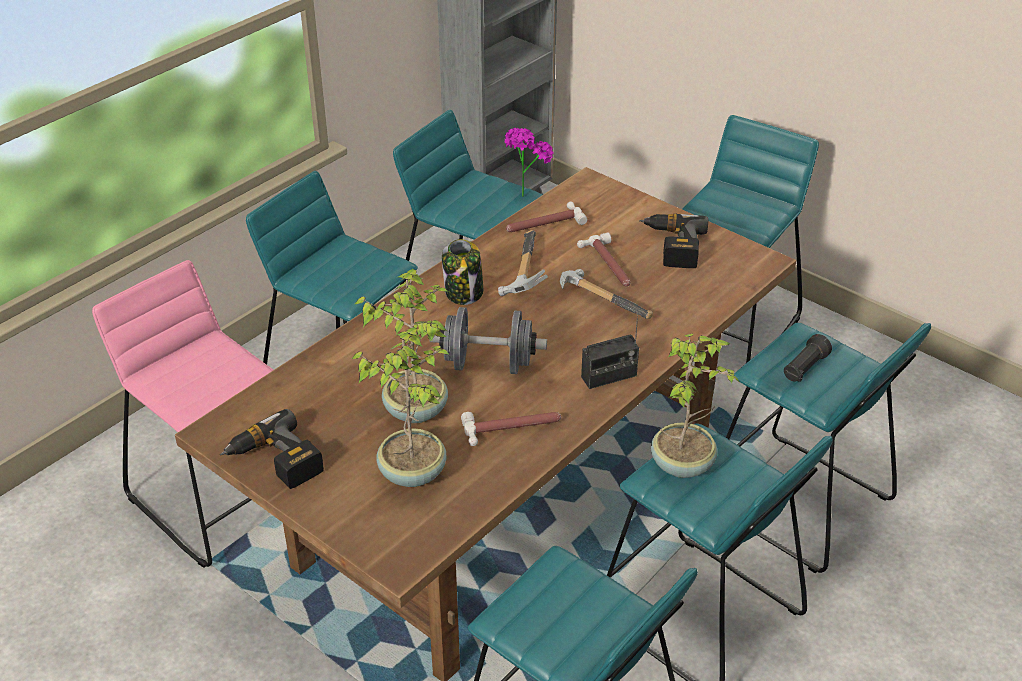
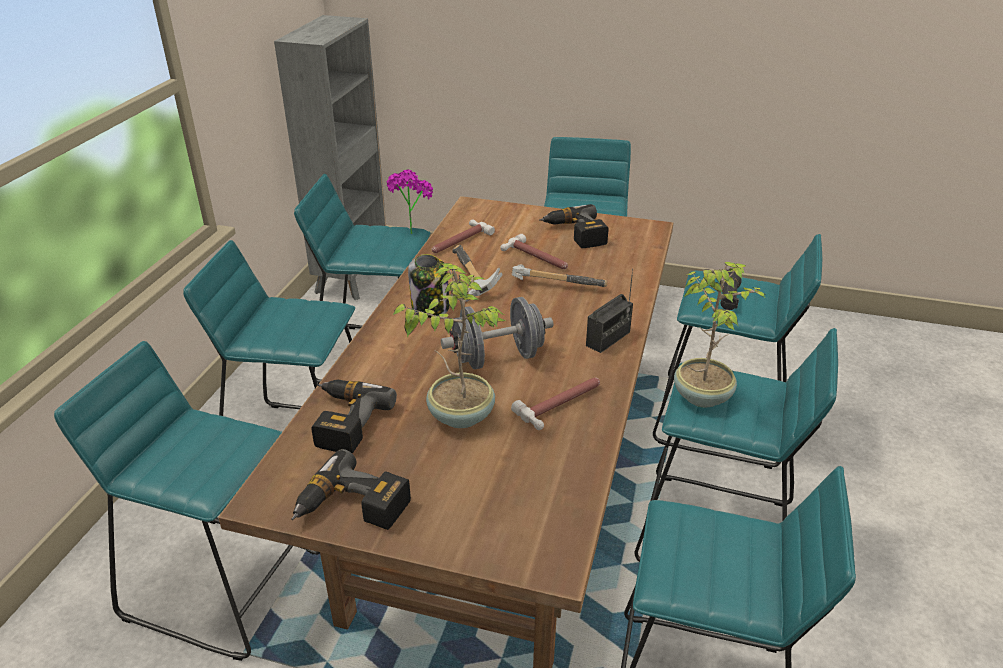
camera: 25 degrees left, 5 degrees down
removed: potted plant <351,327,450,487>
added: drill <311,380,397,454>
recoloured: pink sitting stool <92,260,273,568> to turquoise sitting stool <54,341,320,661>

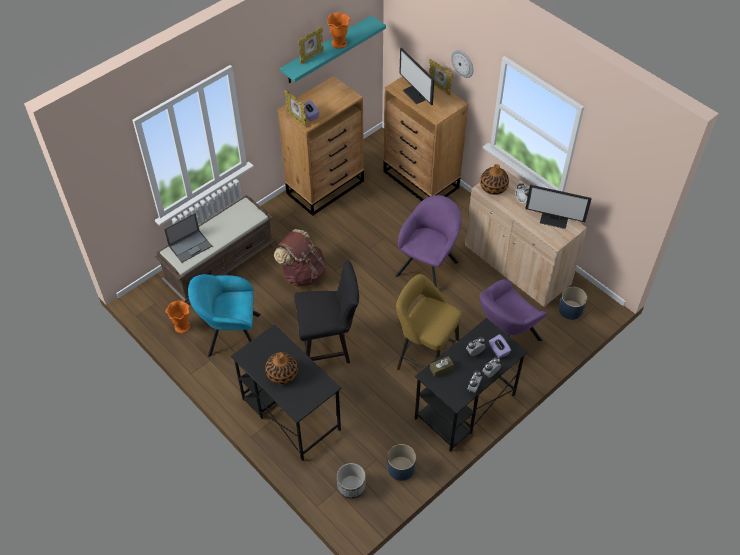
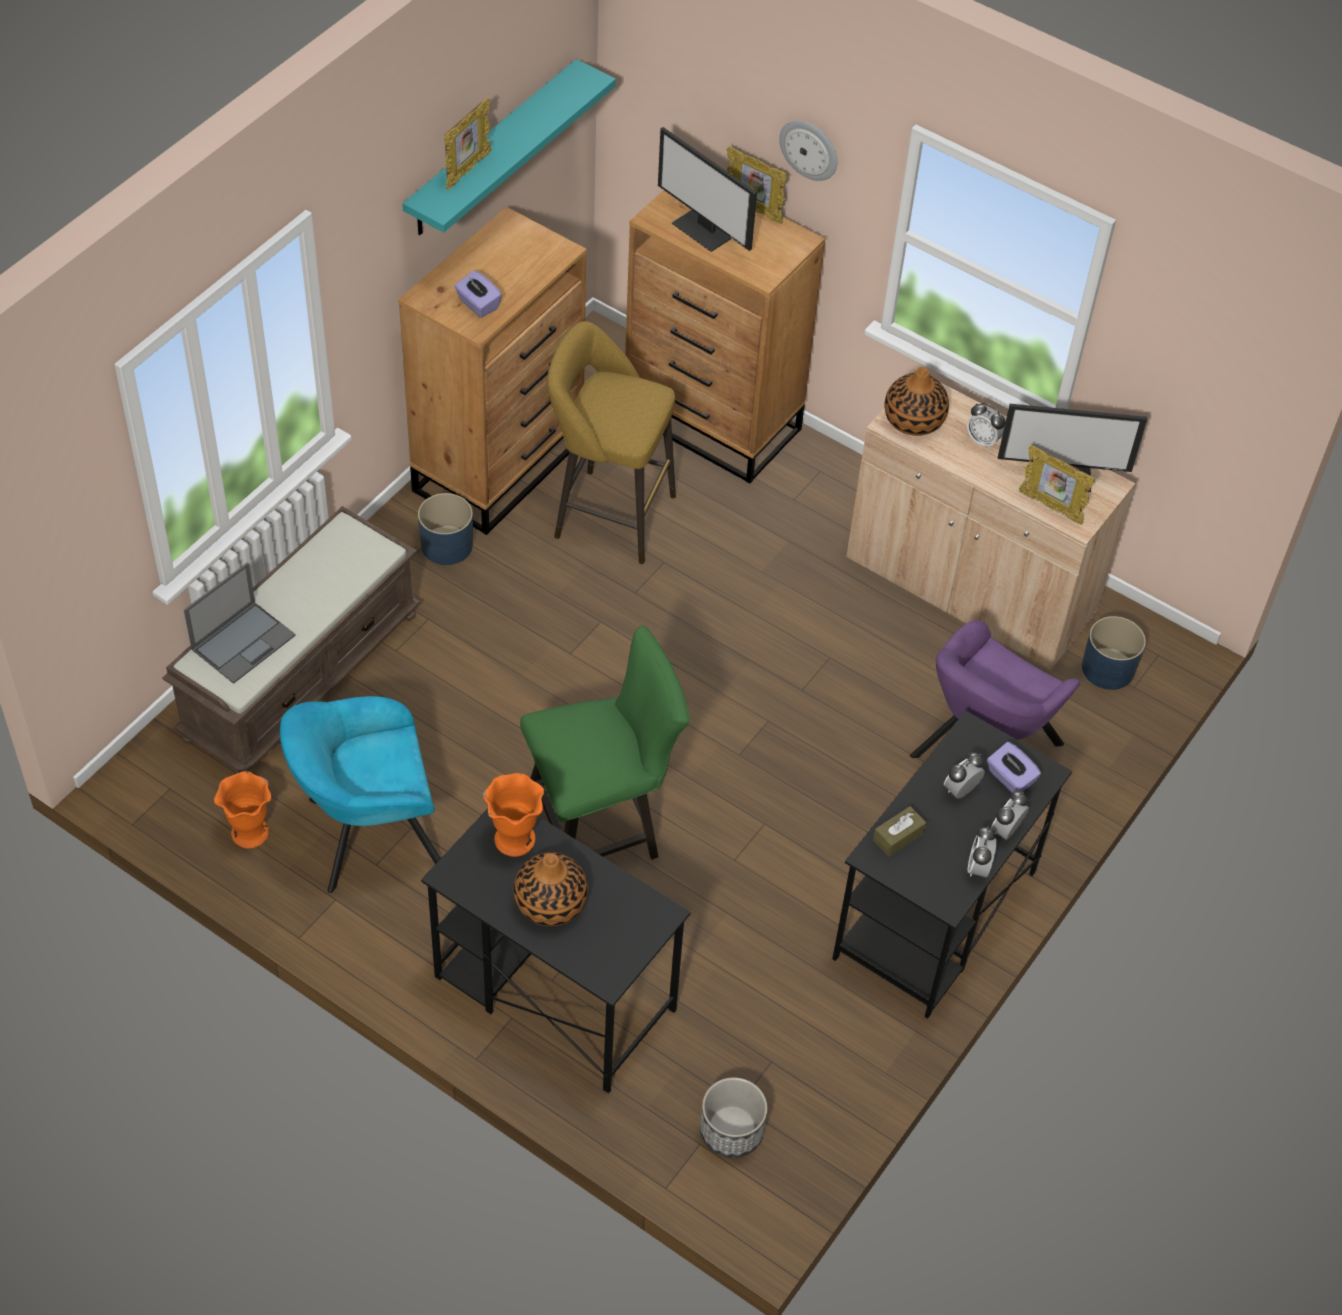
camera: 15 degrees left, 0 degrees up
removed: brown backpack <274,229,326,287>; purplish easy chair <395,195,462,287>
moved: standing frame <284,90,307,127> to <1019,445,1095,525>; orange flower vase <327,13,350,49> to <483,773,544,857>; blue-coloured planter <387,444,416,481> to <418,493,473,565>; yellow sitting stool <396,274,461,370> to <547,321,676,564>
recoloured: black upright chair <294,261,359,364> to green upright chair <520,625,690,859>

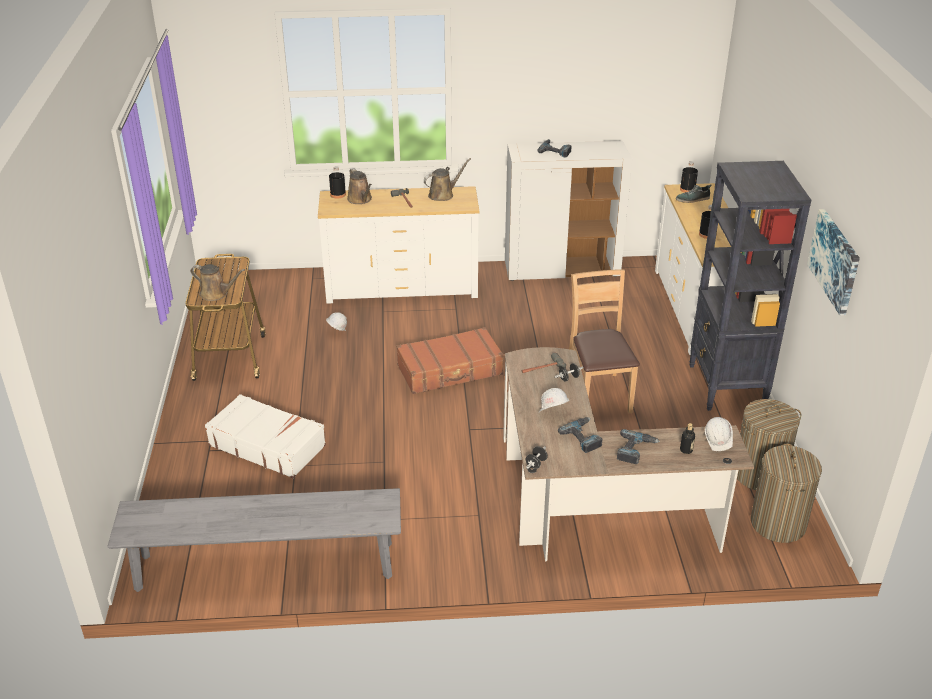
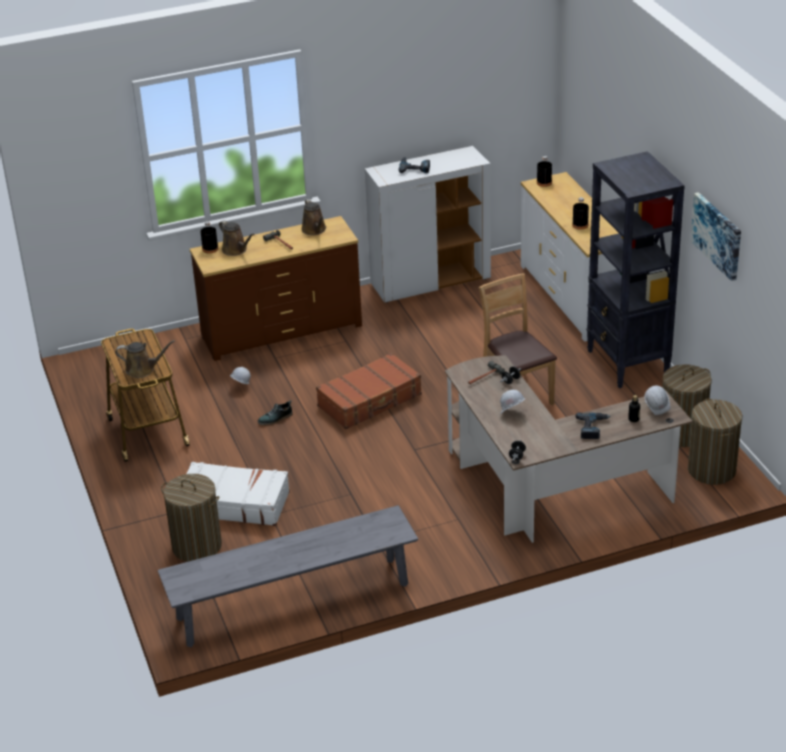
camera: 15 degrees left, 0 degrees up
removed: drill <558,417,603,453>
added: laundry basket <161,474,222,562>
moved: item of footwear <676,184,712,203> to <258,400,292,425>
recoloured: white chest of drawers <318,186,479,304> to brown chest of drawers <190,216,362,361>
turned: brown sprinkling can <424,158,471,201> = <301,199,326,235> 120 degrees clockwise

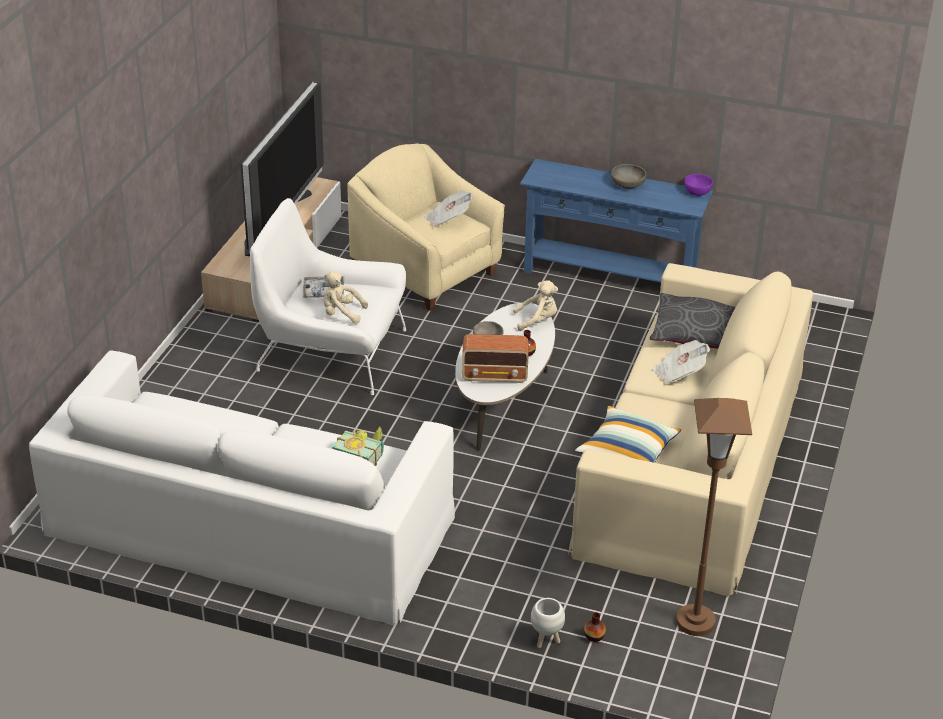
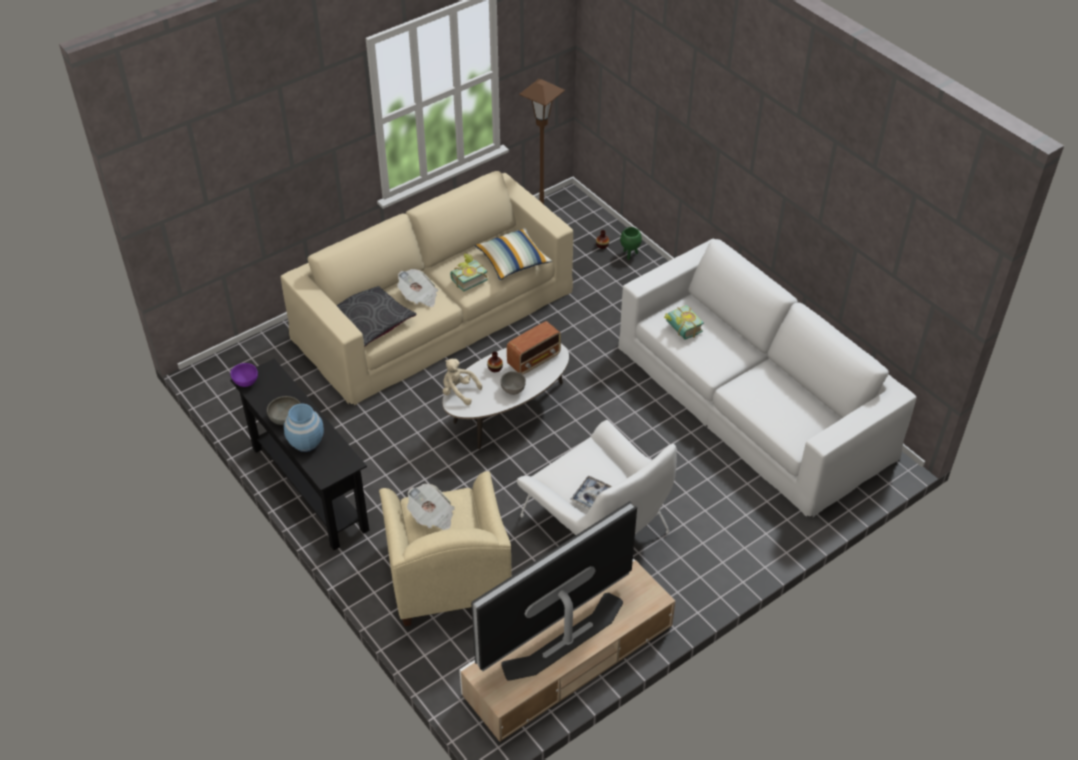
camera: 145 degrees left, 10 degrees up
removed: beige-coloured plush toy <324,271,368,324>
added: blue-coloured flower vase <284,403,324,452>; book <450,254,488,291>
recoloured: blue-coloured console table <520,159,713,282> to black console table <231,359,369,550>; white planter <531,598,565,648> to green planter <620,227,642,260>
turned: radio <462,334,528,383> = <507,321,561,374> 105 degrees clockwise

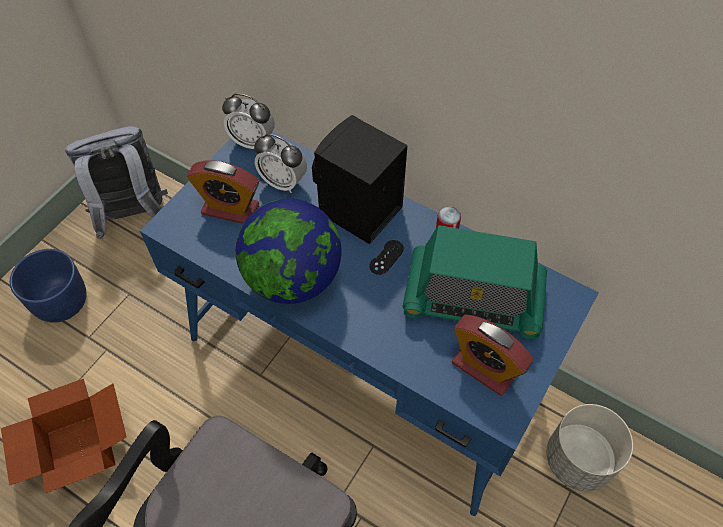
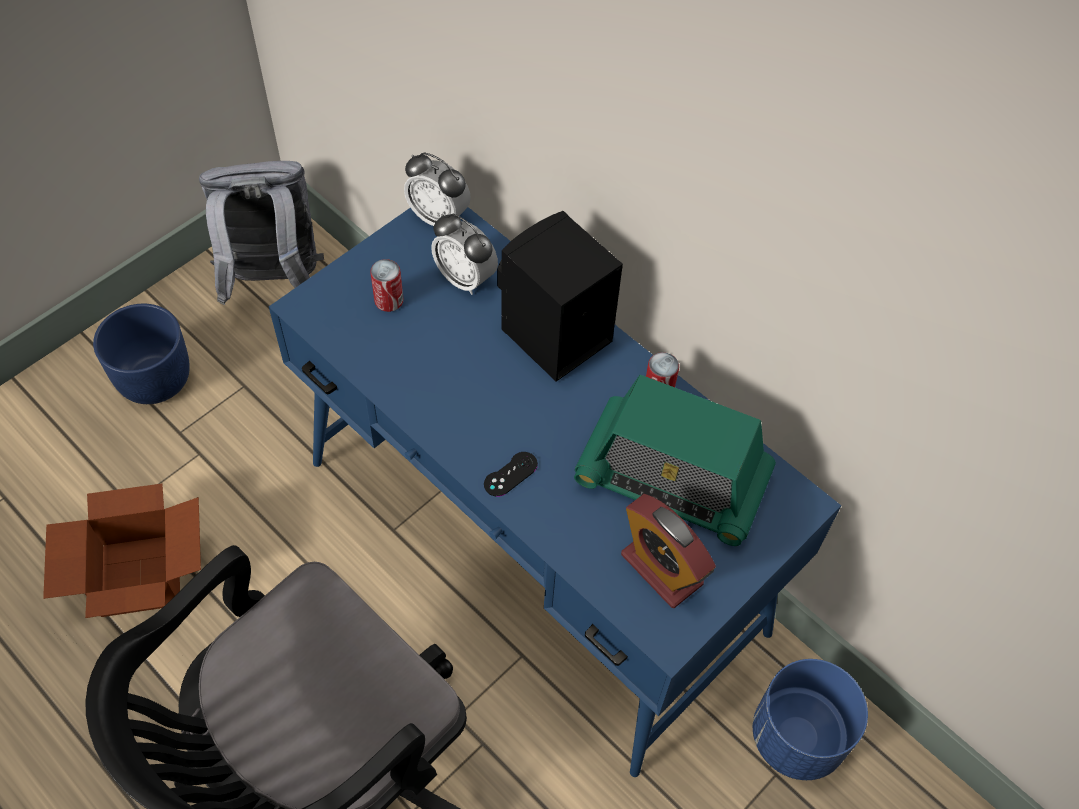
camera: 10 degrees right, 0 degrees up
removed: world globe <236,199,341,304>
moved: black gamepad <369,240,404,275> to <484,452,538,497>
replaced: alarm clock <187,160,259,224> to metal can <370,259,403,312>
recoloured: greyish planter <546,404,633,491> to blue-coloured planter <753,659,868,780>

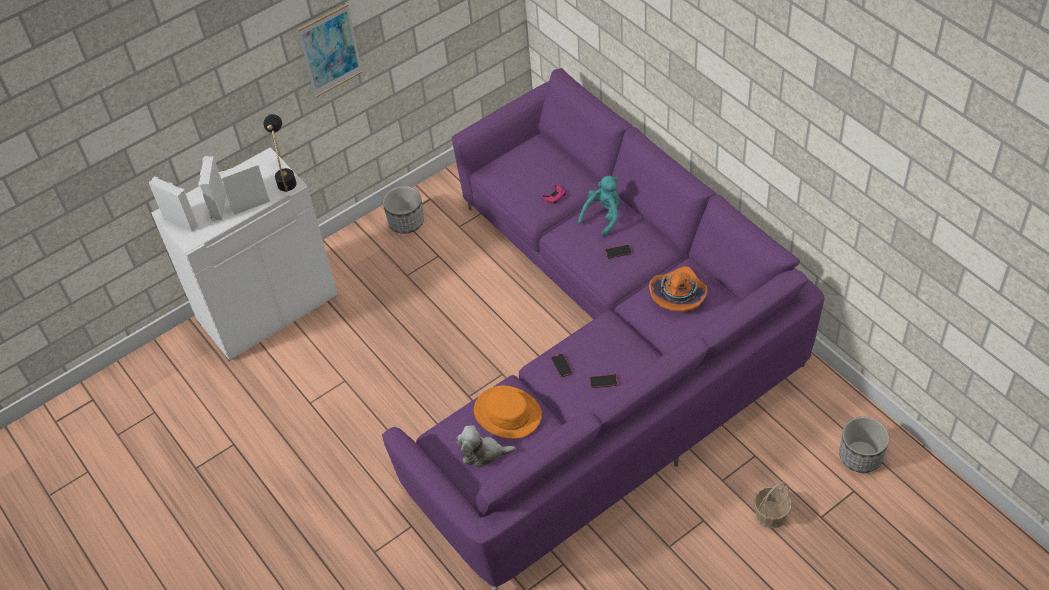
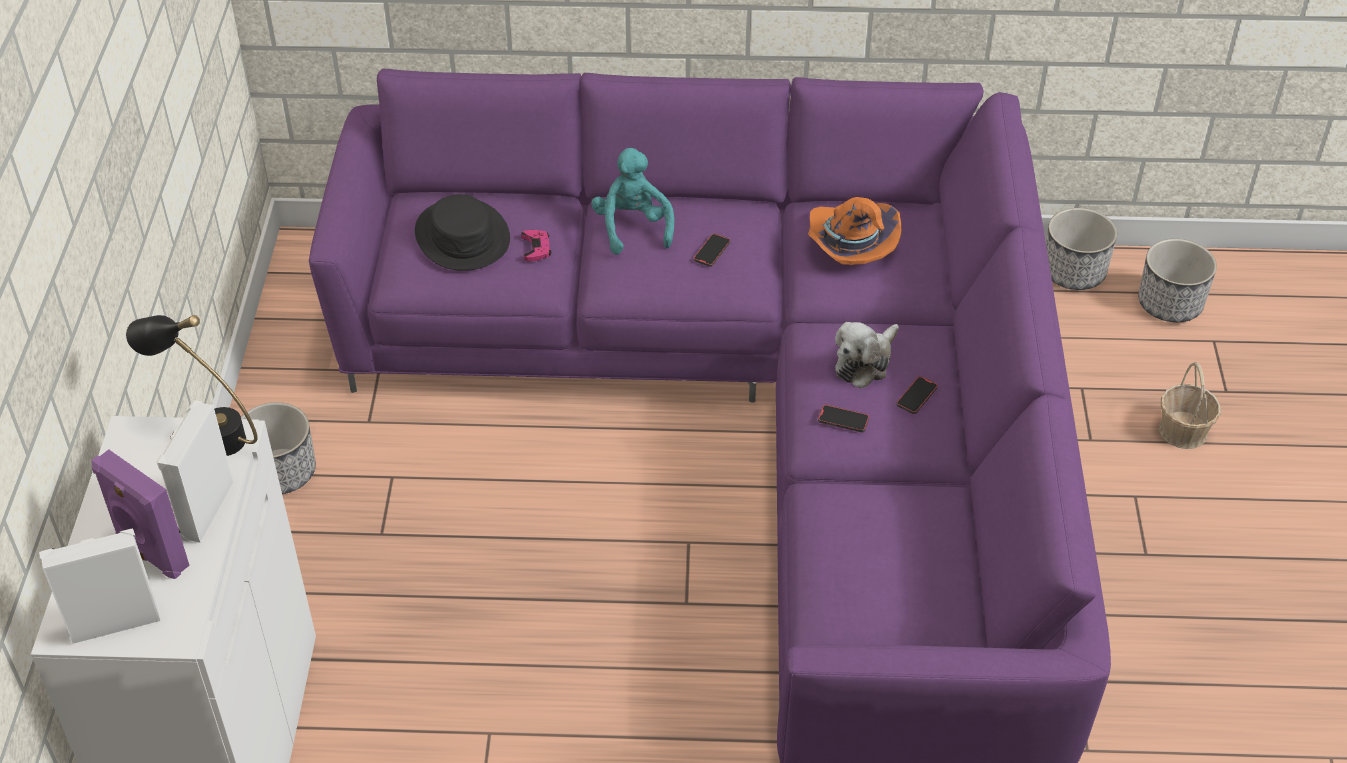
camera: 55 degrees left, 5 degrees down
removed: wall picture <297,4,363,98>; orange wearable hat <474,386,542,439>
added: black wearable hat <415,194,510,271>; planter <1046,208,1117,290>
moved: plush toy <456,425,516,468> to <835,322,899,389>
recoloured: white audio speaker <198,156,226,222> to purplish audio speaker <91,449,190,579>

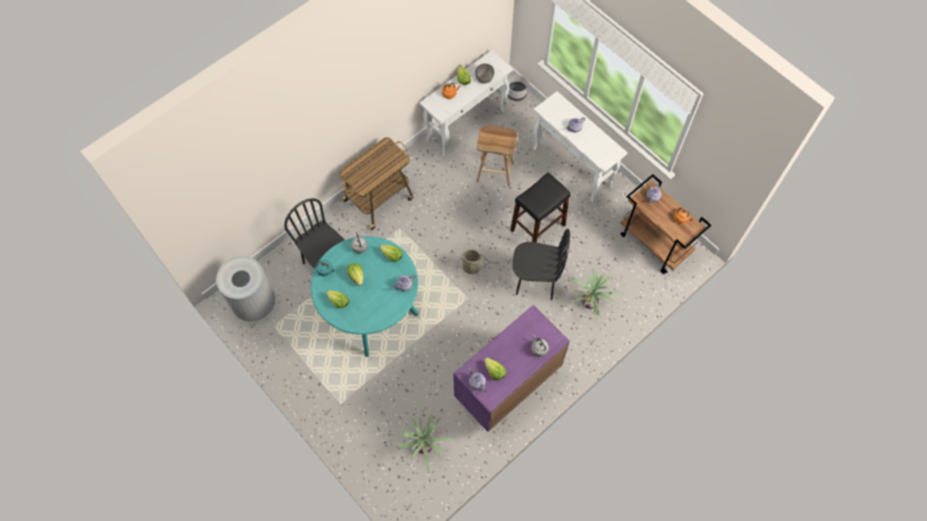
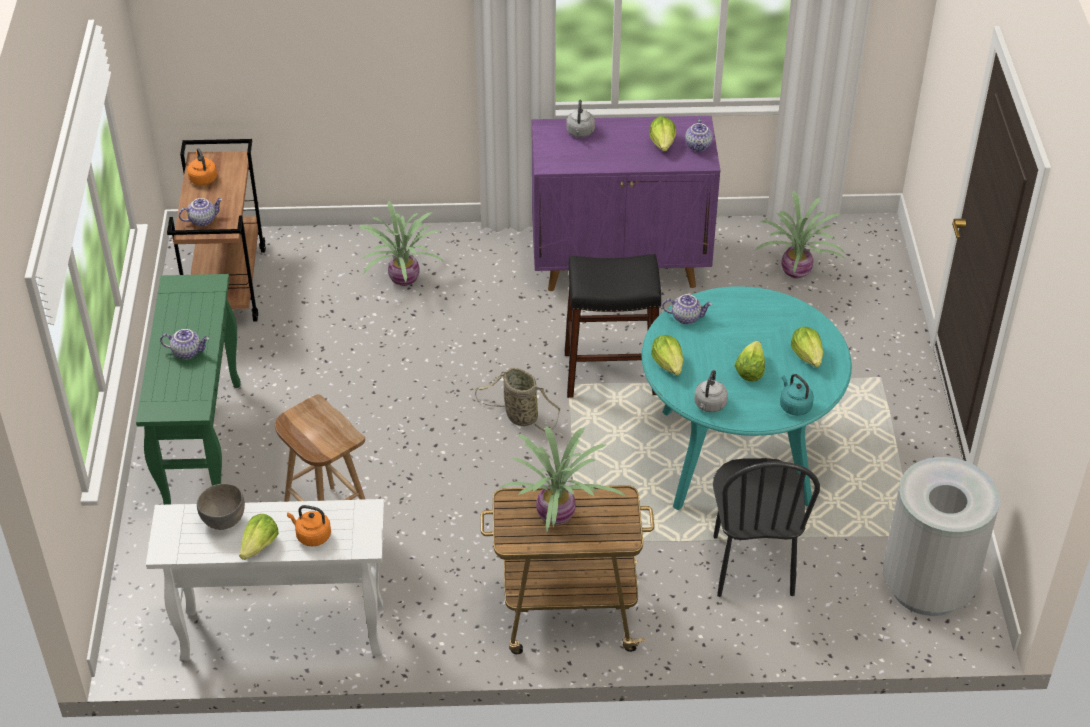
camera: 140 degrees left, 20 degrees down
removed: greyish planter <508,75,528,101>; black upright chair <512,229,570,300>
added: potted plant <500,426,627,532>
moved: black sitting stool <510,172,571,242> to <565,254,661,398>
recoloured: white console table <533,91,628,203> to green console table <136,274,241,505>

